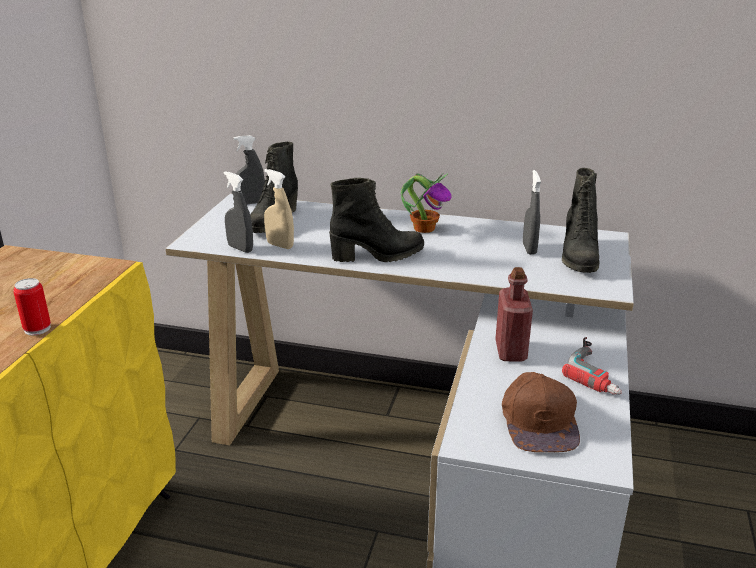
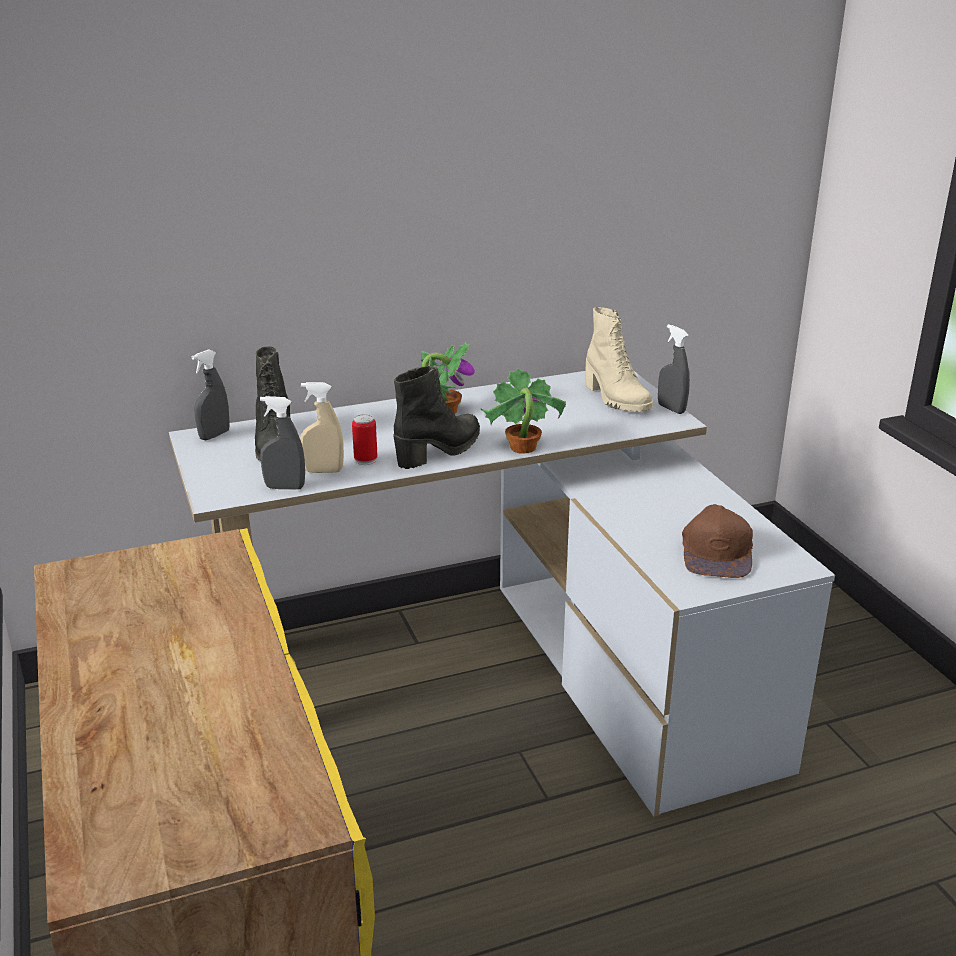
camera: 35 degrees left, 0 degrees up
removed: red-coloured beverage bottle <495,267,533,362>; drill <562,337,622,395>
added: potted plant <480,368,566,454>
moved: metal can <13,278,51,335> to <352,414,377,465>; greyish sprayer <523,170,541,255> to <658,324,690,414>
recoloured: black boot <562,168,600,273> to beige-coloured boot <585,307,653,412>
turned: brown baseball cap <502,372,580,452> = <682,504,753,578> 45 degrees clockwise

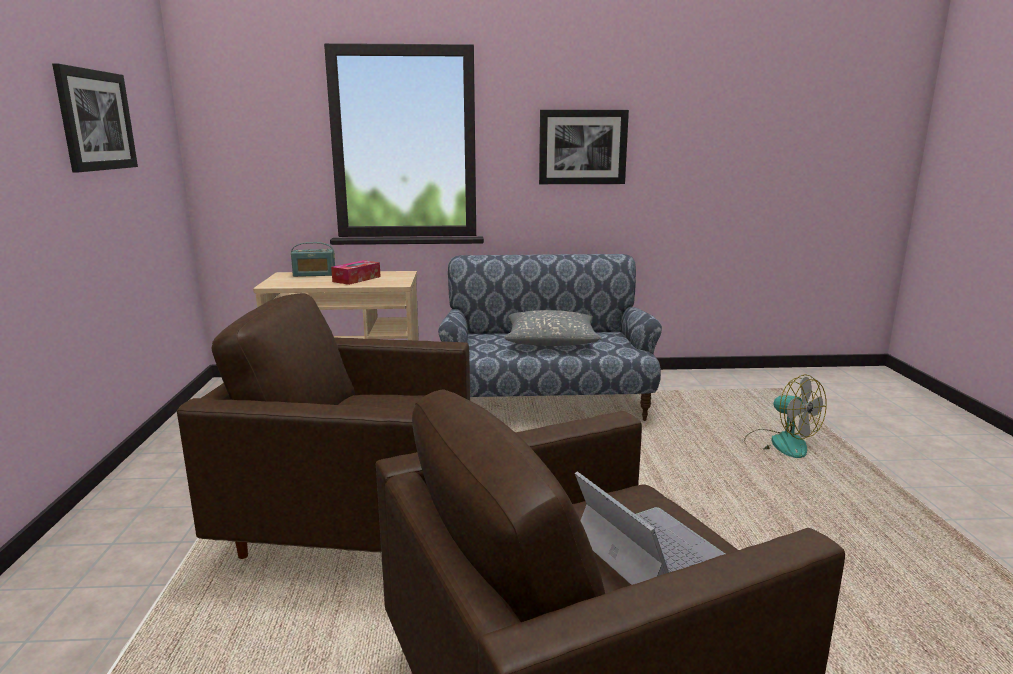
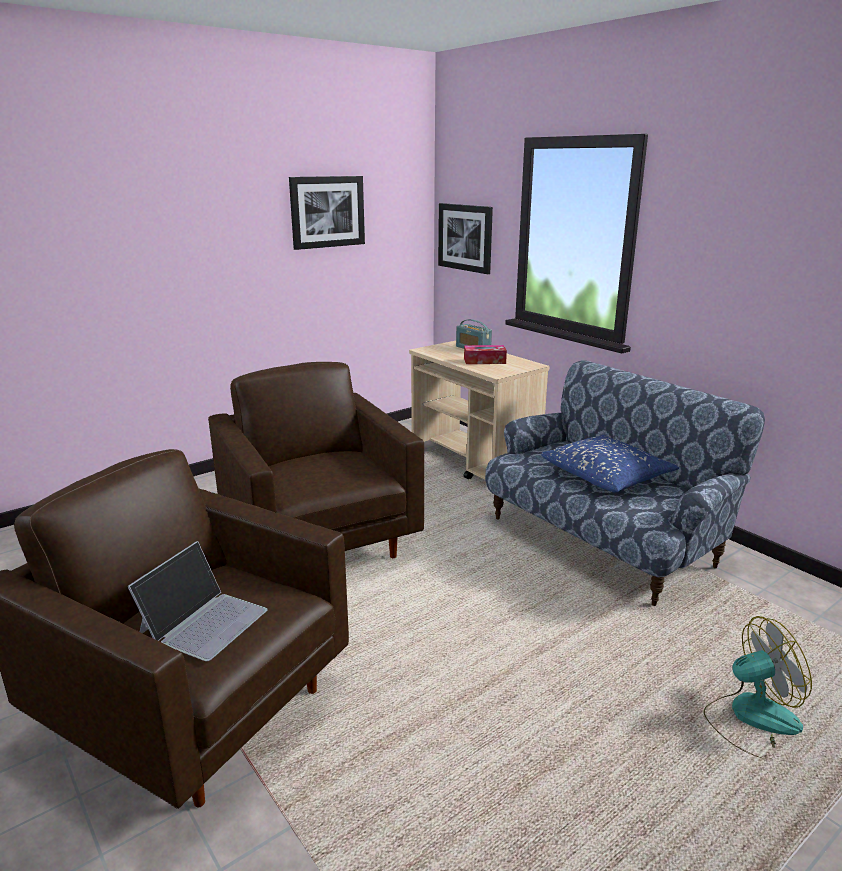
camera: 55 degrees right, 5 degrees up
moved: wall picture <539,110,629,184> to <438,203,493,274>
recoloured: greyish cushion <504,310,602,346> to blue-coloured cushion <541,435,679,493>
turned: cooling fan <744,374,827,458> = <704,616,812,759> 120 degrees counterclockwise

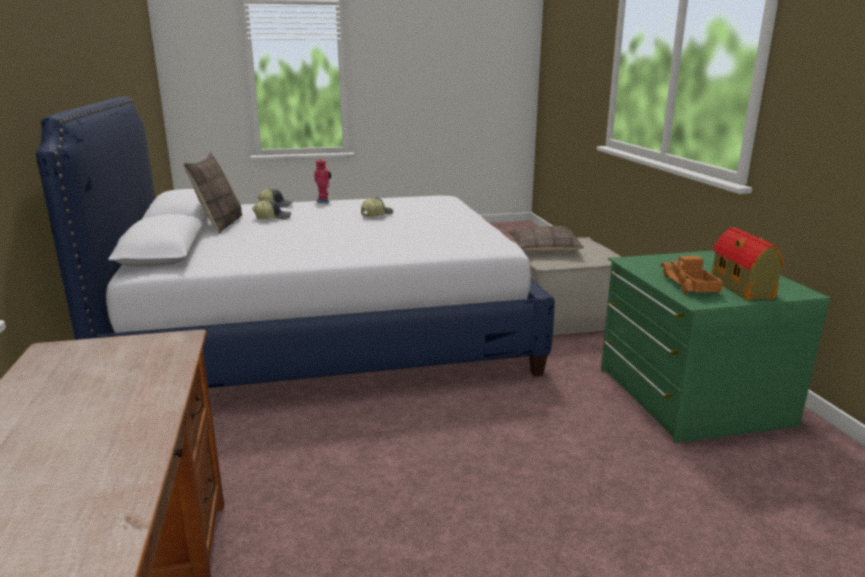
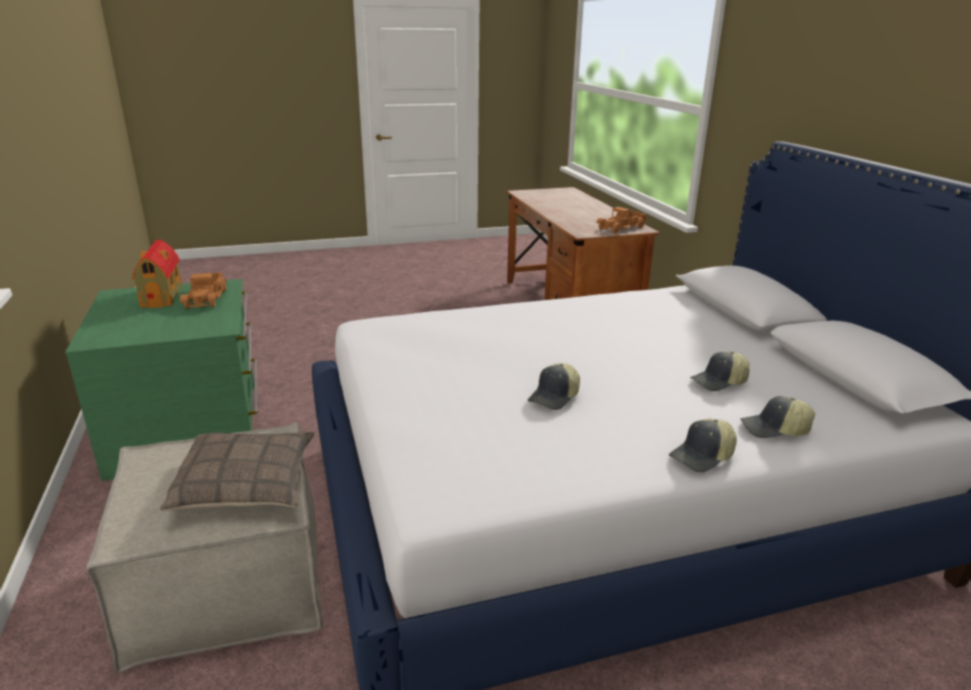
camera: 175 degrees right, 5 degrees up
removed: cushion <183,152,242,234>
added: model truck <596,207,647,234>
replaced: toy robot <314,158,331,203> to baseball cap <669,419,737,472>

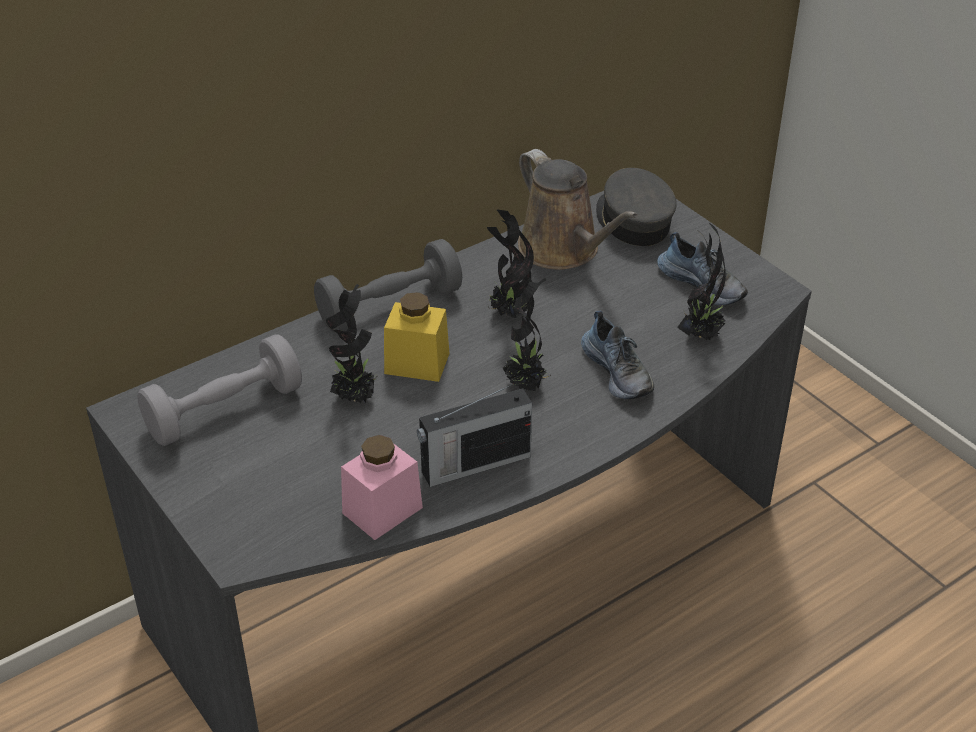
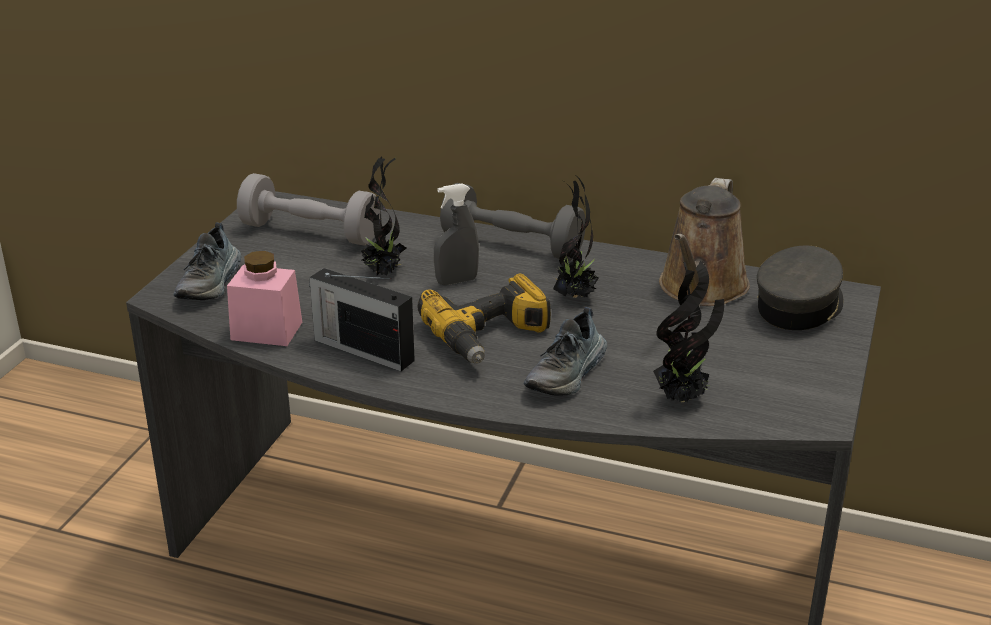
camera: 55 degrees right, 10 degrees down
moved: item of footwear <657,232,748,305> to <173,223,241,300>
replaced: yellow jar <384,292,450,382> to greyish sprayer <434,184,479,285>; potted plant <503,278,551,391> to drill <417,274,551,363>

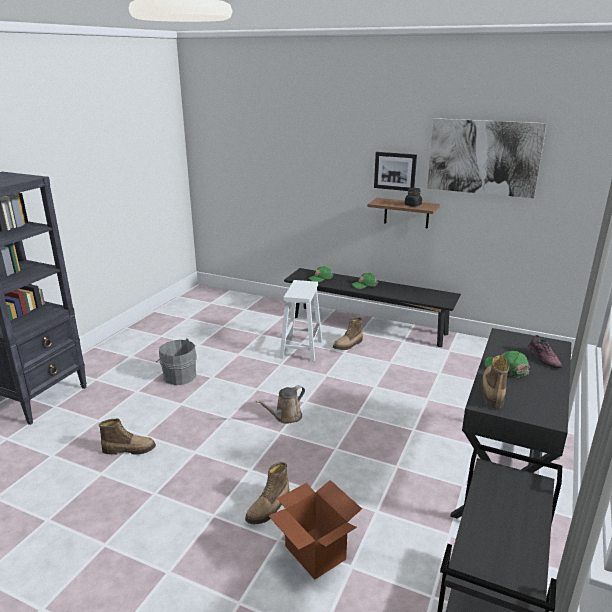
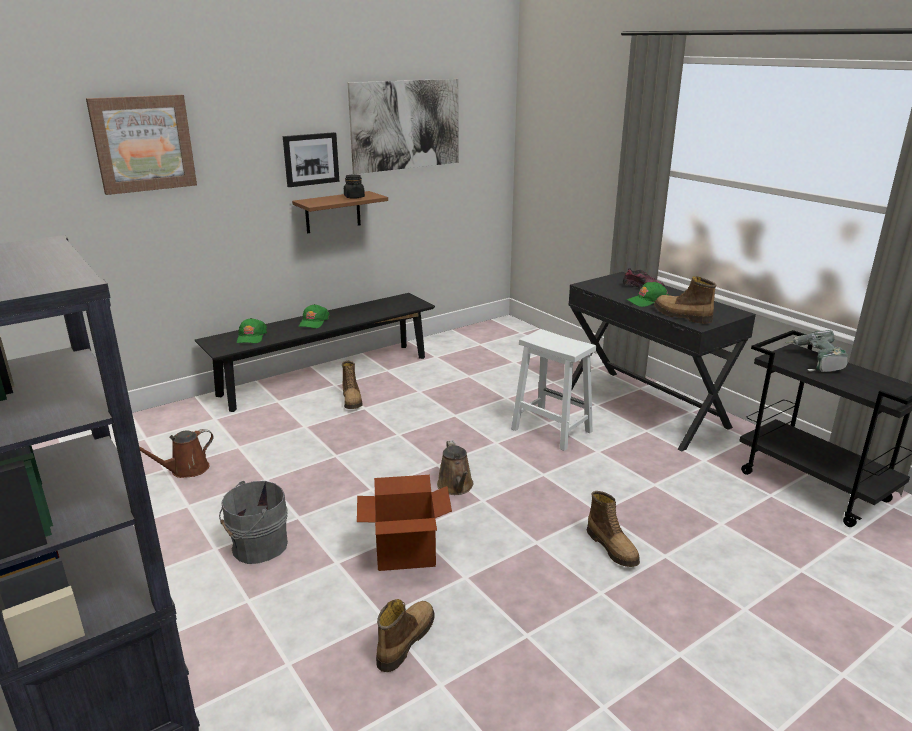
camera: 60 degrees left, 0 degrees up
added: wall picture <86,95,197,195>; brown sprinkling can <139,429,214,478>; drill <785,330,848,372>
moved: cardboard box <269,480,362,580> to <357,475,452,571>; white sitting stool <280,280,322,362> to <511,329,596,451>

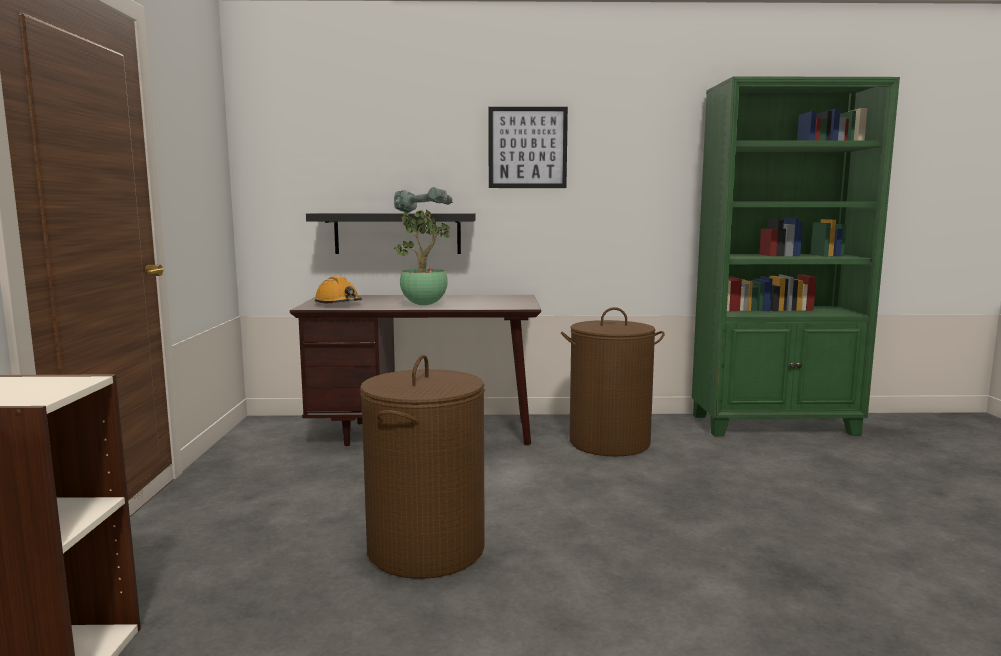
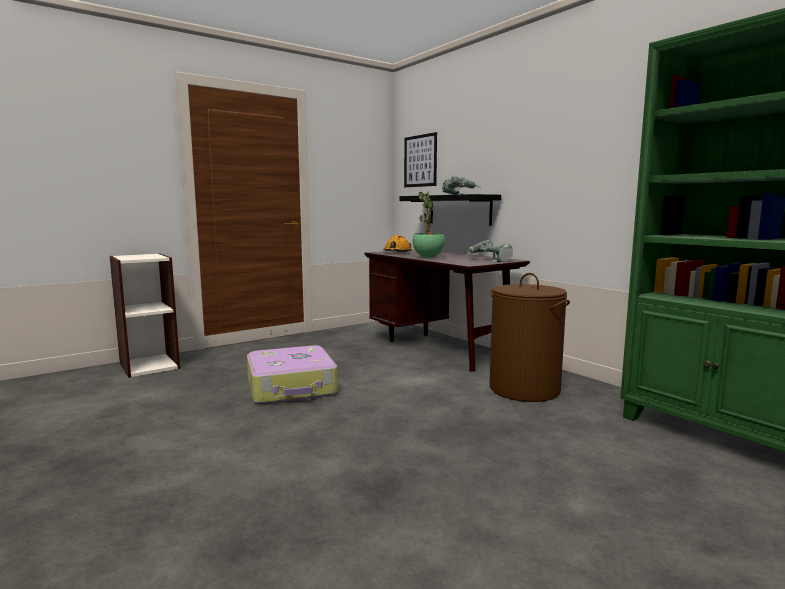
camera: 55 degrees right, 0 degrees up
added: drill <466,240,513,262>
moved: wall picture <488,107,568,188> to <404,132,437,187>
replaced: brown laundry basket <360,355,485,579> to travel case <247,345,338,404>

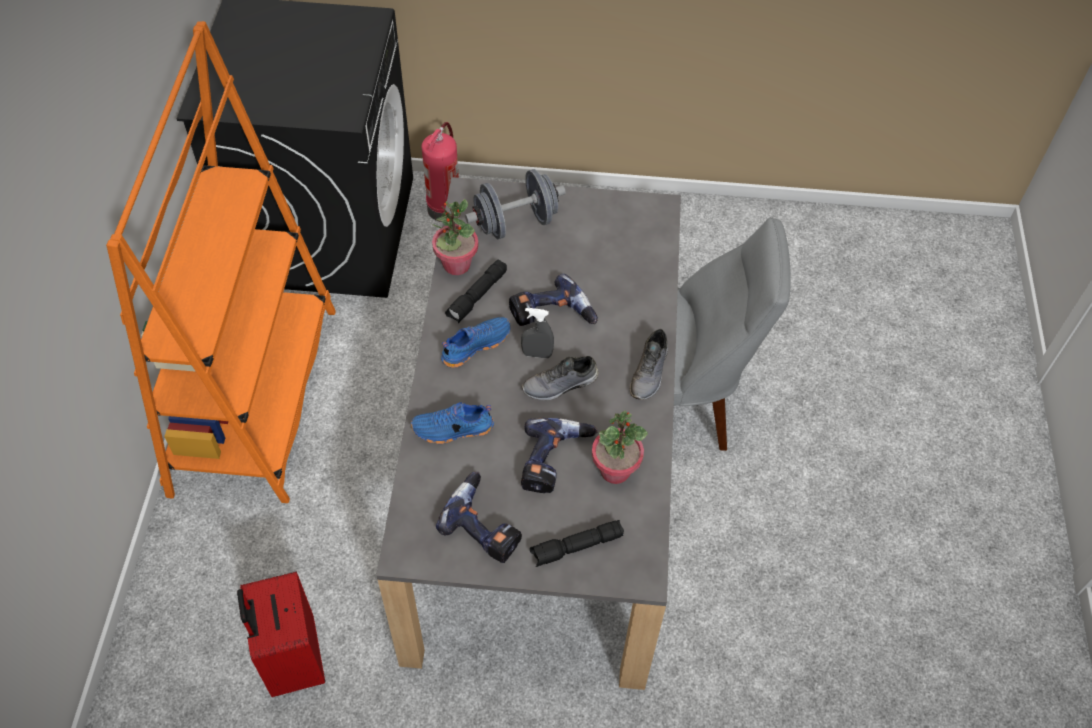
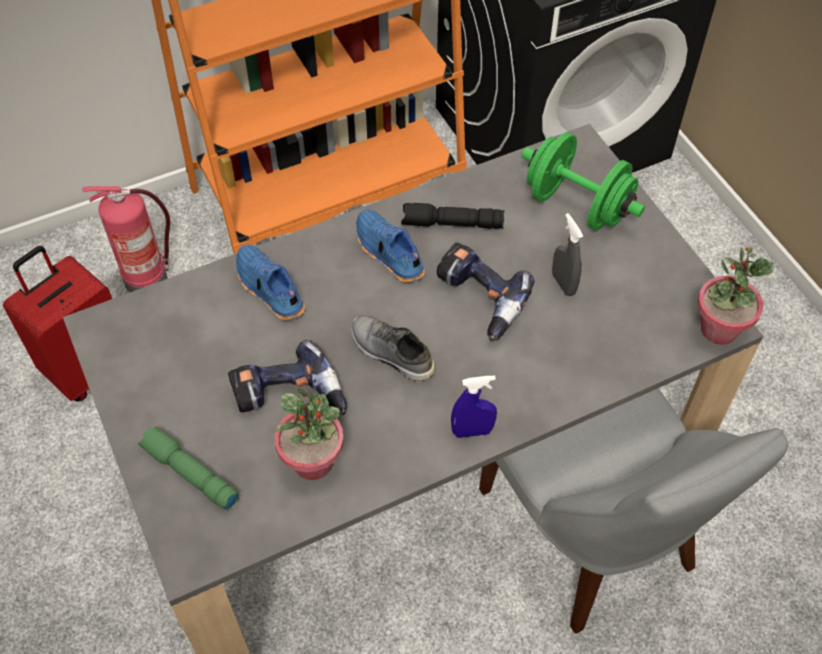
camera: 60 degrees right, 0 degrees up
removed: drill <436,471,522,563>
moved: extinguisher <422,122,459,222> to <83,186,170,292>; potted plant <432,199,478,275> to <697,247,774,345>; greyish sprayer <521,308,554,359> to <552,213,583,296>
replaced: greyish item of footwear <630,329,668,400> to blue-coloured sprayer <451,375,497,438>
recoloured: greyish free weight <465,169,566,239> to green free weight <521,132,645,230>; black hand torch <530,520,624,567> to green hand torch <138,426,239,511>
turned: blue-coloured item of footwear <441,317,511,368> = <356,209,425,283> 150 degrees counterclockwise

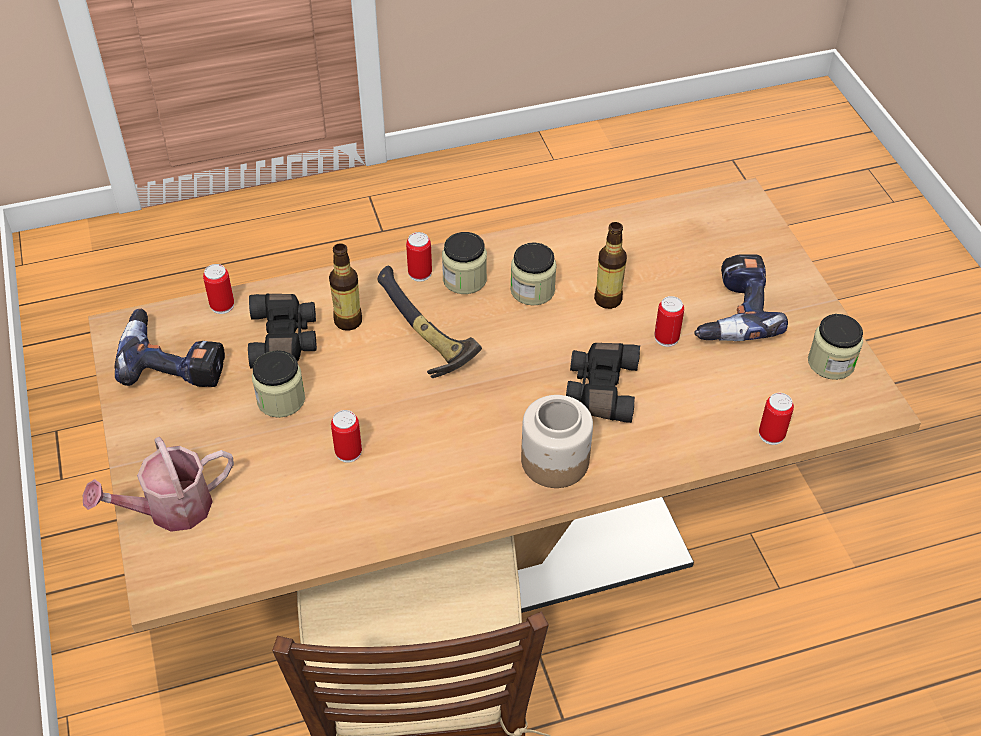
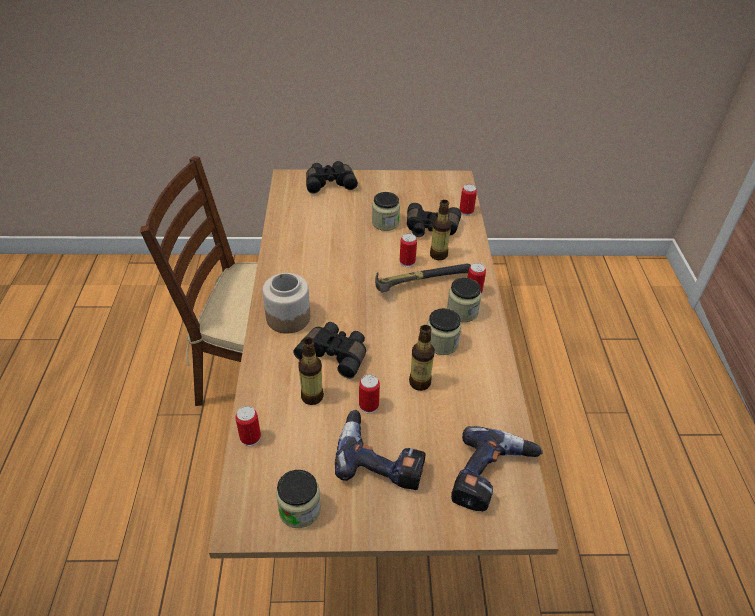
camera: 105 degrees right, 5 degrees down
added: beverage bottle <298,338,324,405>
moved: drill <114,309,225,387> to <451,426,543,512>; metal can <331,410,362,463> to <400,233,417,267>
replaced: sprinkling can <83,437,234,532> to black pair of binoculars <306,161,358,194>

